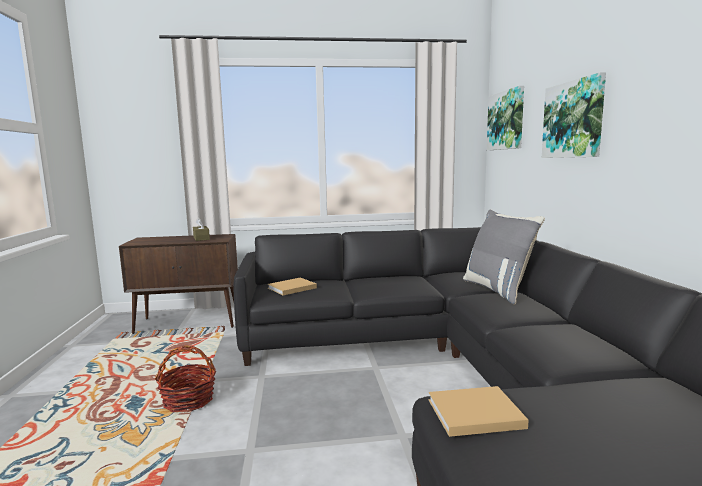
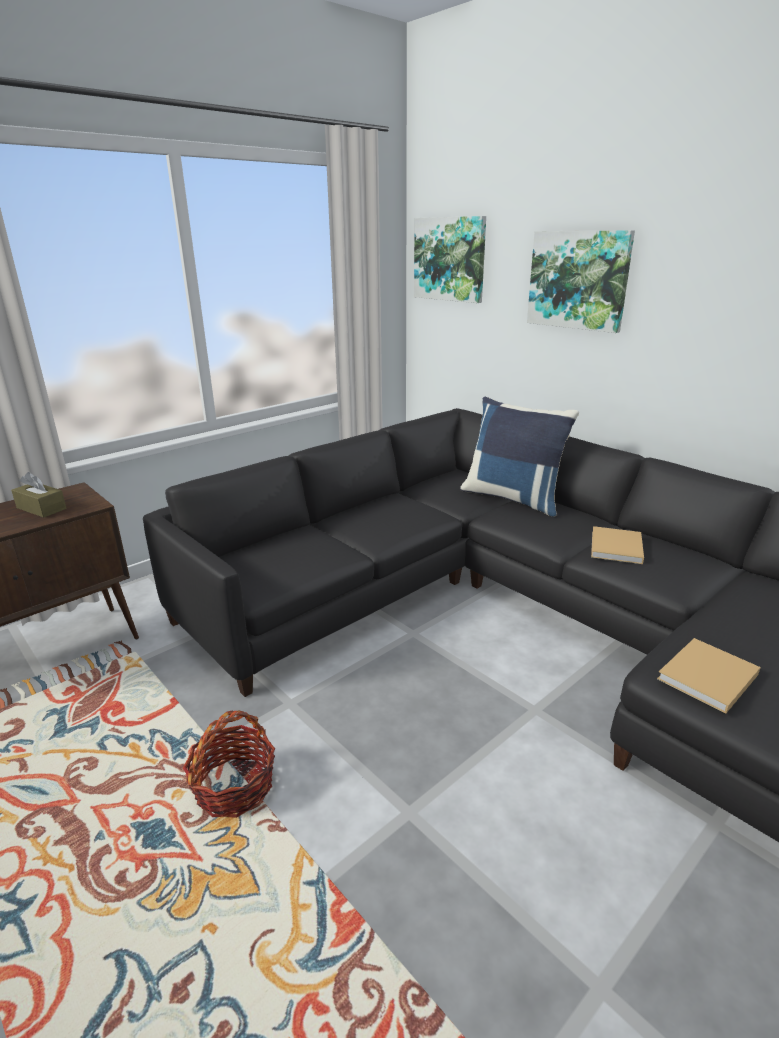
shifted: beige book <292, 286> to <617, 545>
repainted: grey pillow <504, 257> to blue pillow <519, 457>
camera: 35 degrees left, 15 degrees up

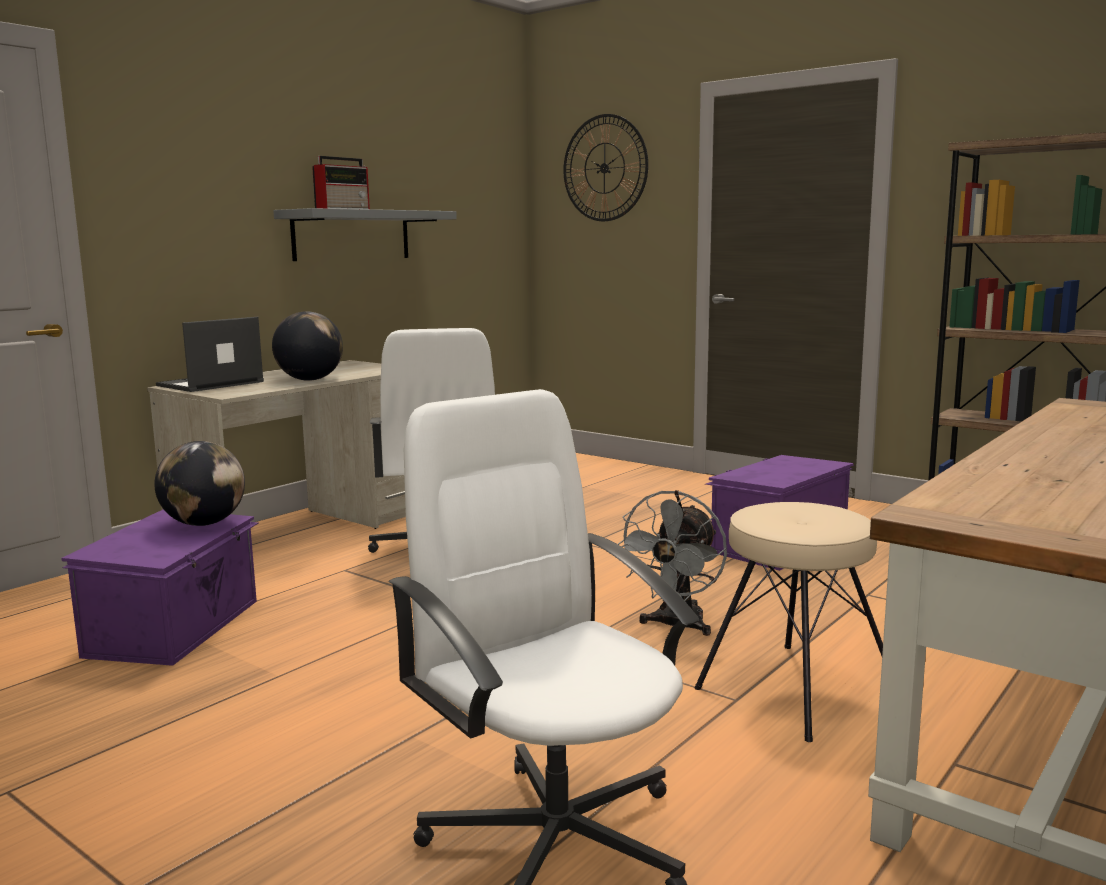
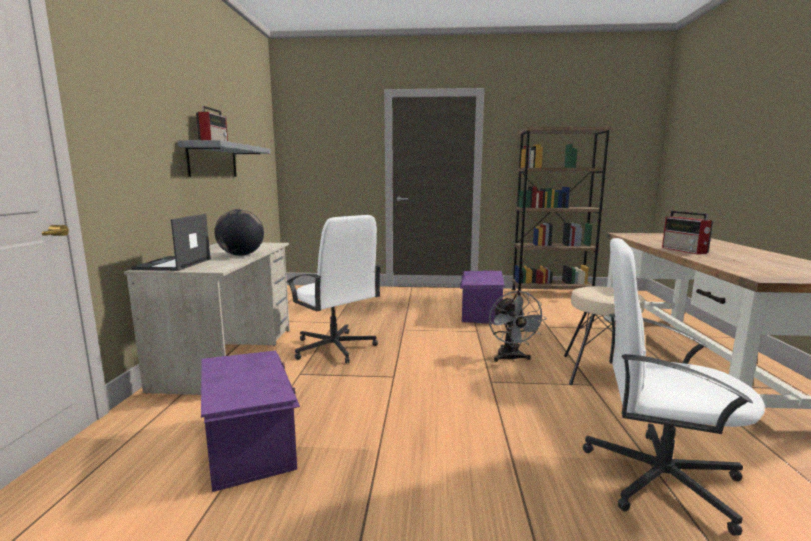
gone: globe <199, 483>; wall clock <605, 167>
new: radio <687, 232>
camera: 35 degrees left, 0 degrees up

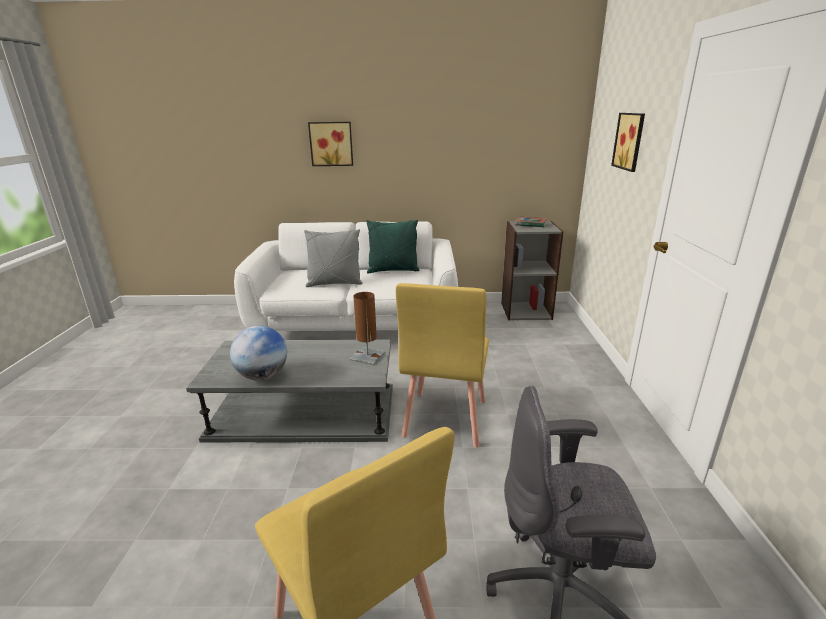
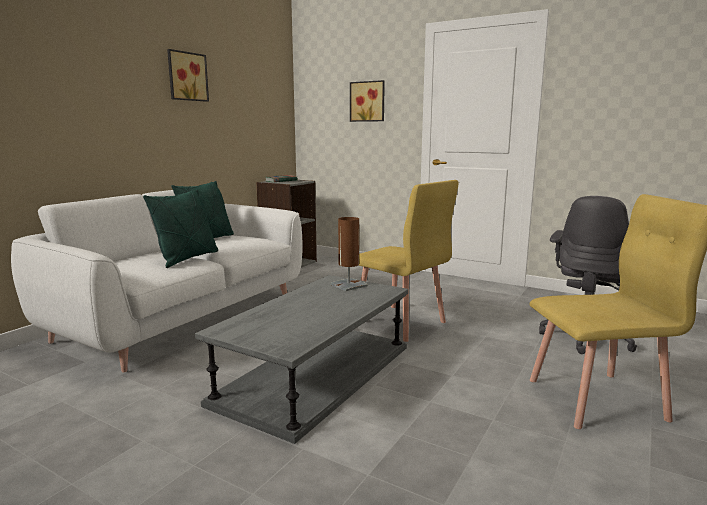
gone: globe <258, 353>
shifted: picture <330, 144> to <188, 75>
repainted: grey pillow <333, 258> to green pillow <180, 228>
camera: 60 degrees left, 10 degrees down

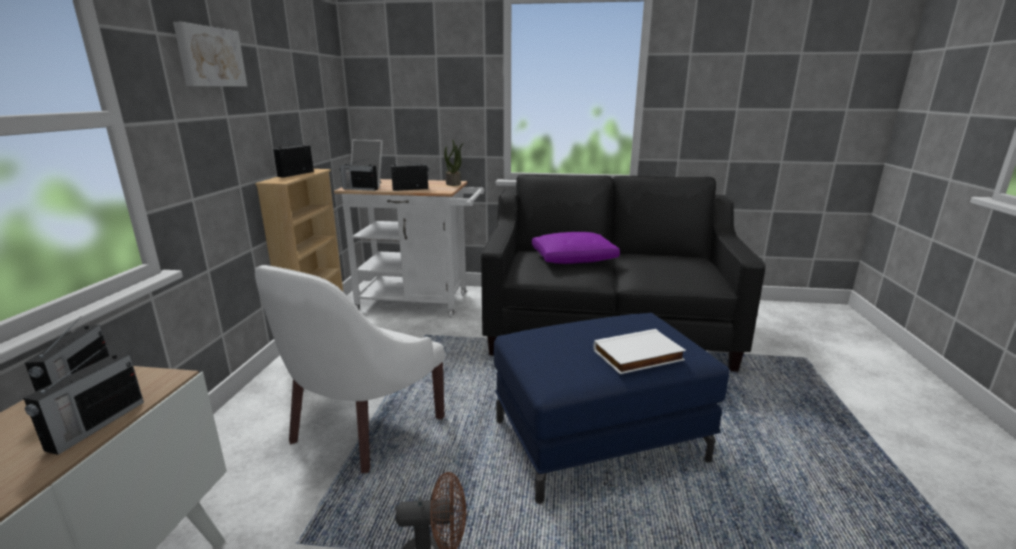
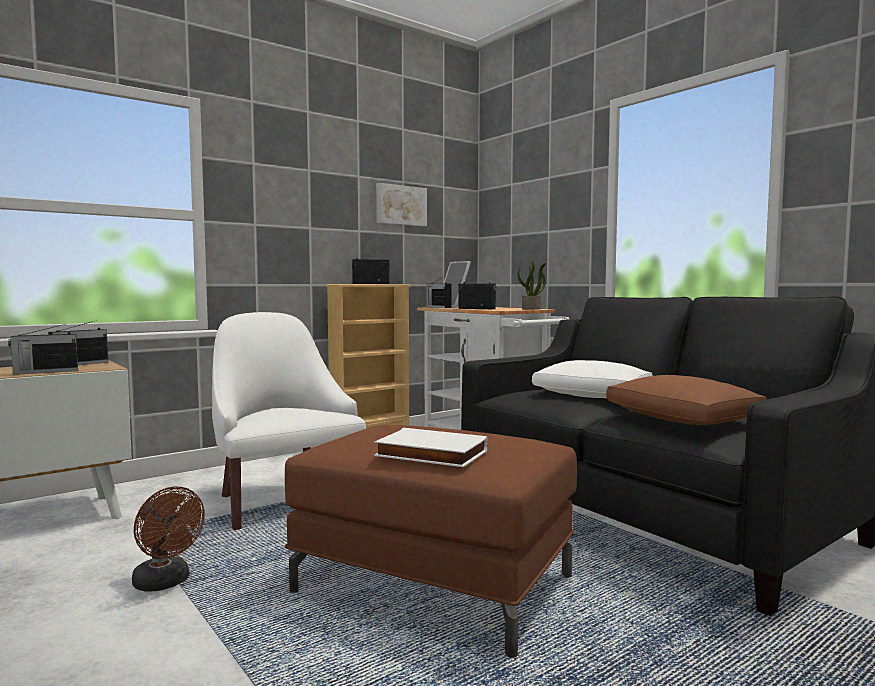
new: brown pillow <686, 400>
shifted: picture <210, 54> to <401, 204>
repainted: blue ottoman <611, 408> to brown ottoman <431, 541>; purple pillow <576, 248> to white pillow <592, 379>
rotated: white armchair <350, 369> = <289, 421> 75 degrees clockwise
camera: 45 degrees right, 15 degrees down

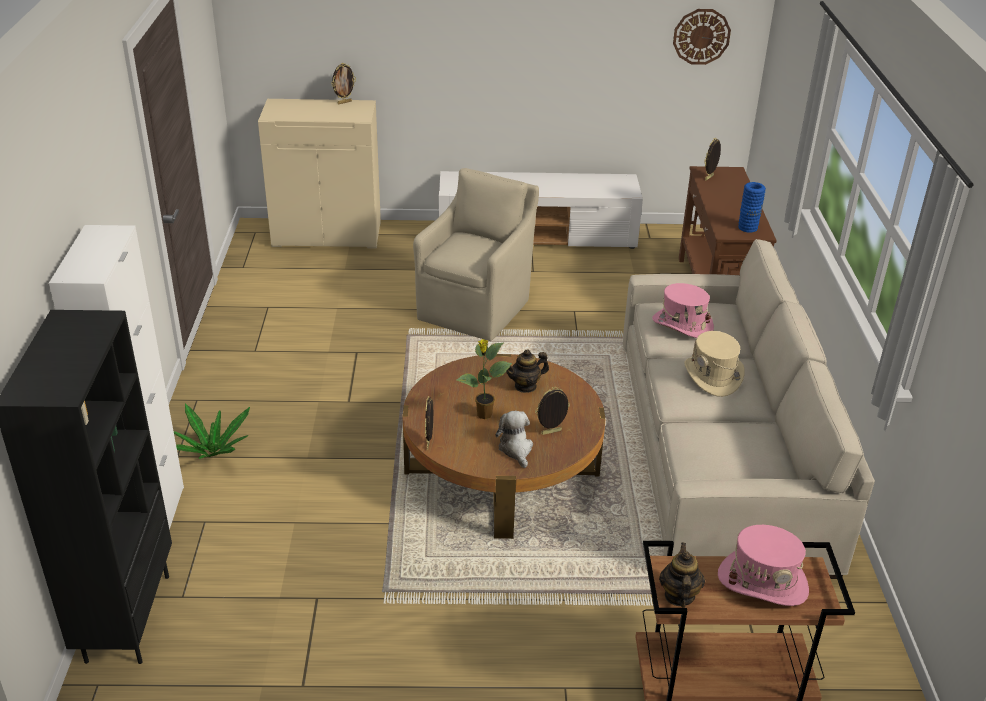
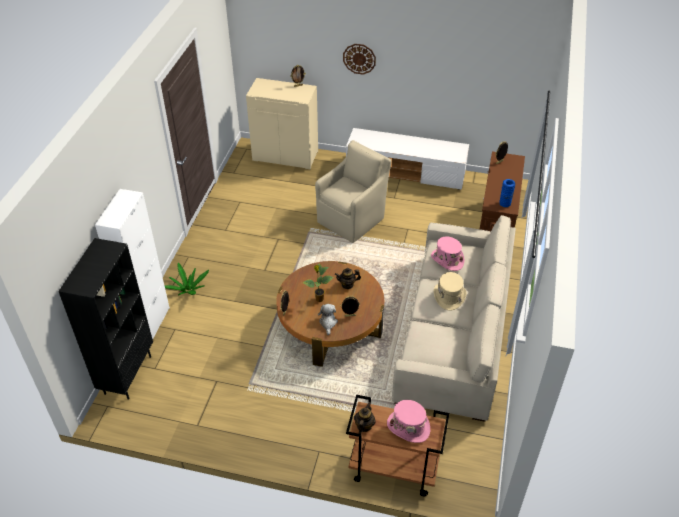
shifted: wall clock <702, 37> to <359, 59>
camera: 15 degrees right, 10 degrees up

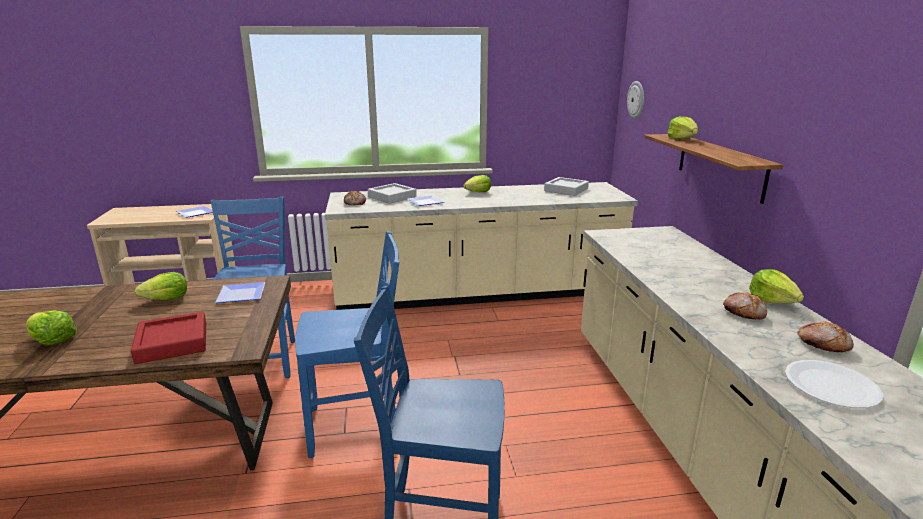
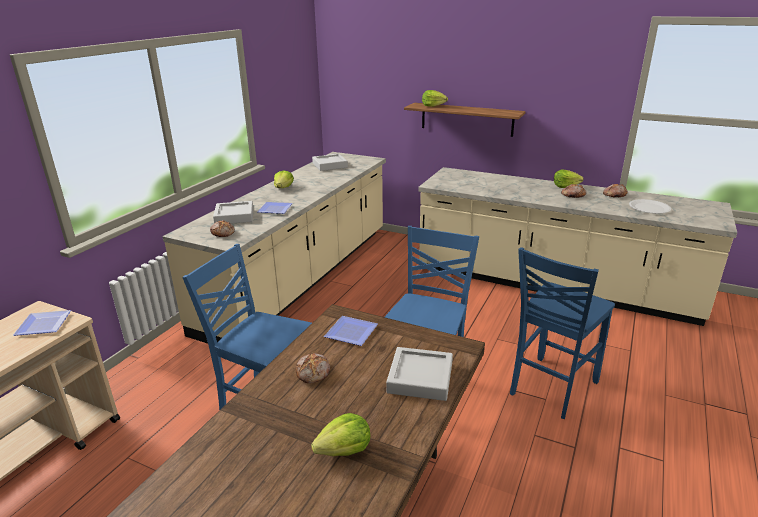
gone: wall clock <635, 100>
swapped: lettuce <160, 286> to bread <313, 368>
repainted: red tray <168, 337> to grey tray <419, 374>
camera: 55 degrees left, 5 degrees up

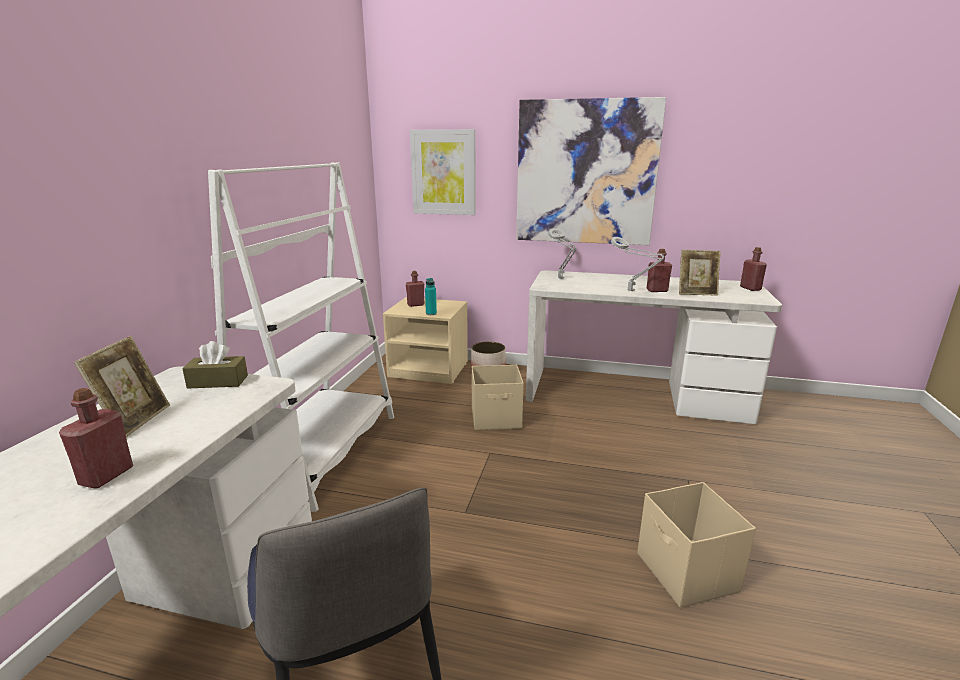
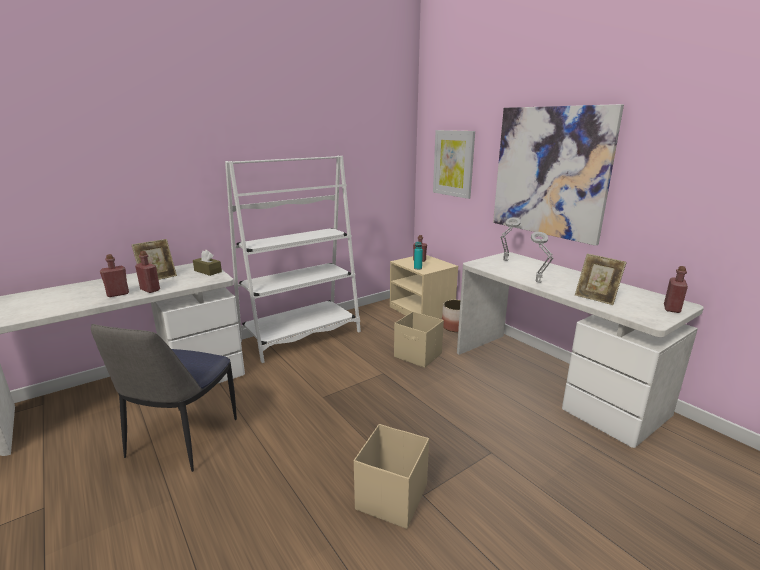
shifted: red bottle <659, 270> to <147, 272>
camera: 40 degrees right, 0 degrees up

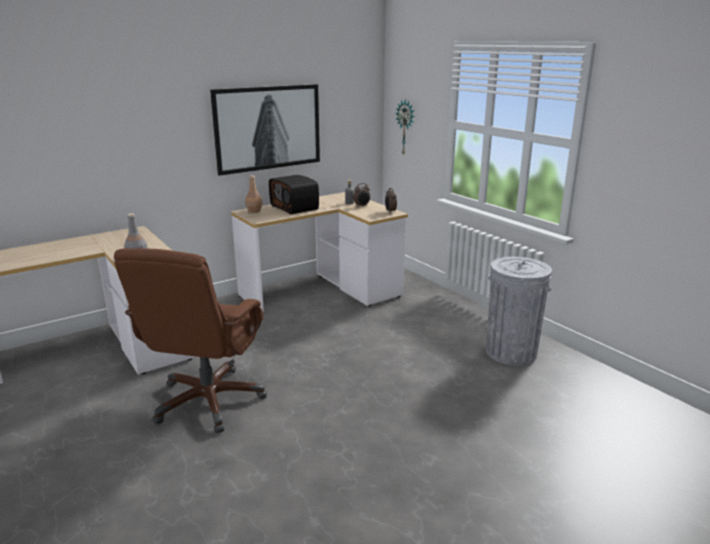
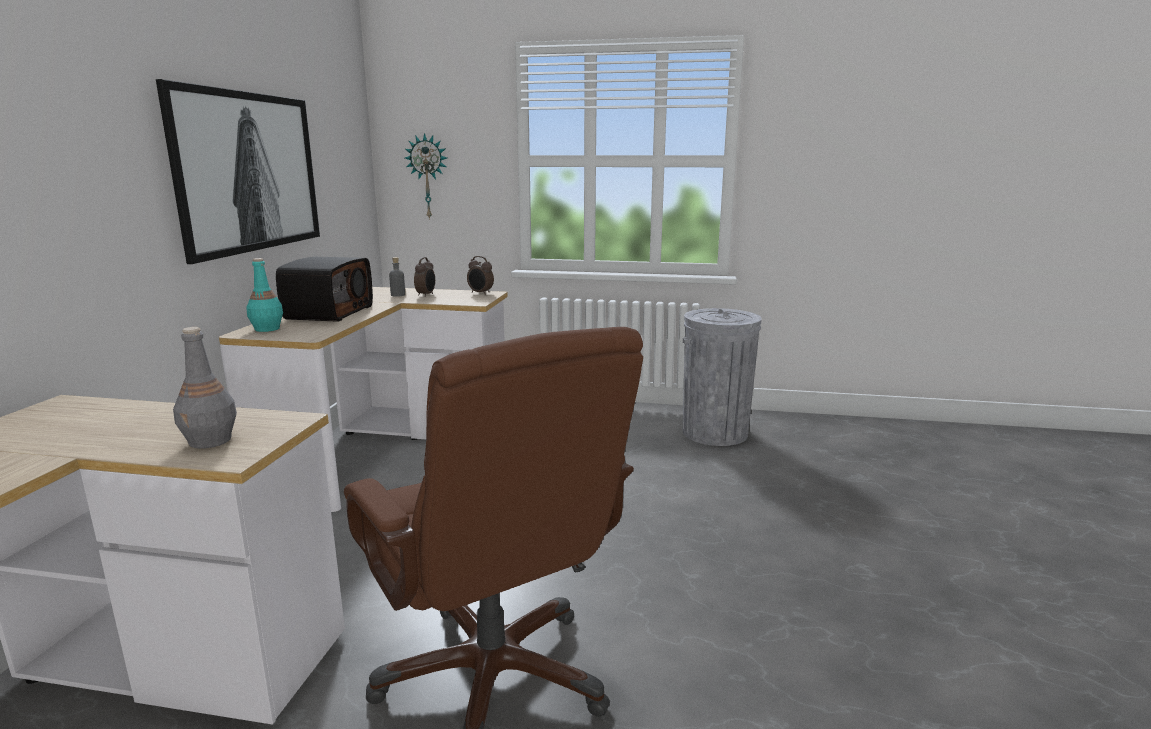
repainted: brown bottle <253, 194> to turquoise bottle <264, 295>
rotated: radio <294, 195> = <324, 289> 90 degrees counterclockwise
camera: 45 degrees left, 5 degrees down

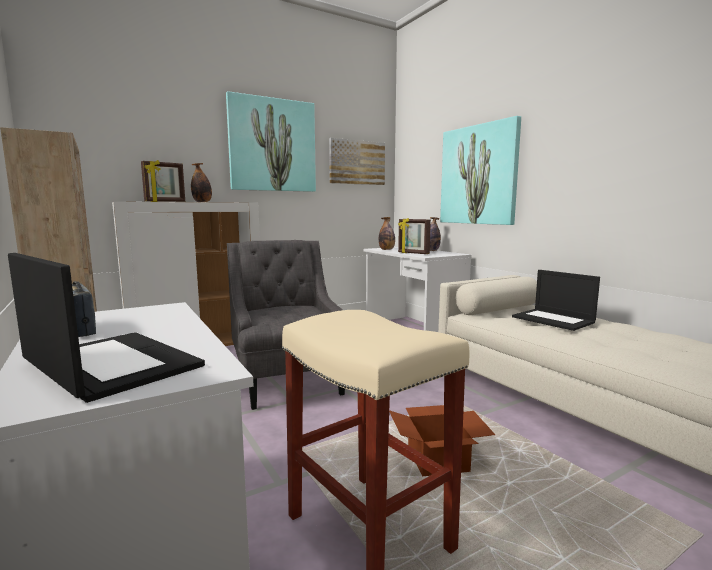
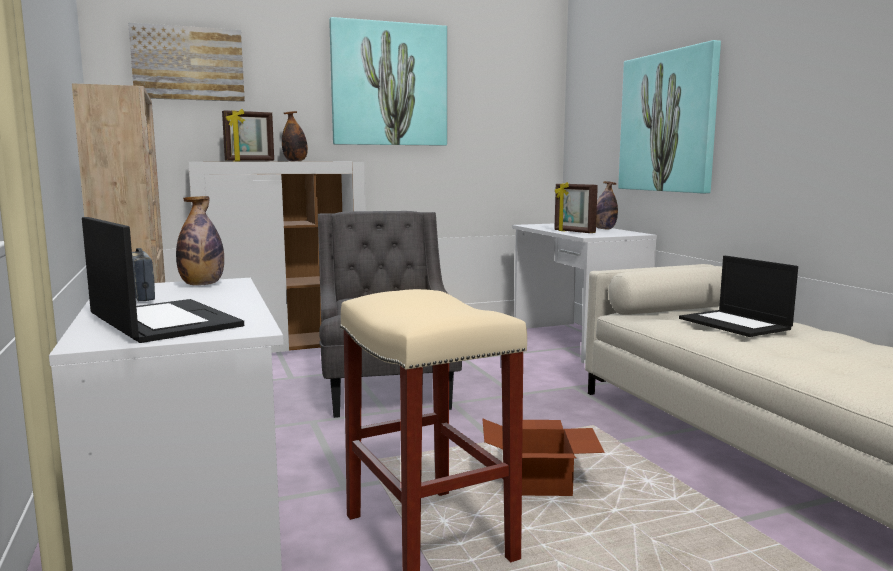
shifted: picture <357, 161> to <186, 62>; bottle <387, 233> to <200, 240>
camera: 10 degrees right, 0 degrees up

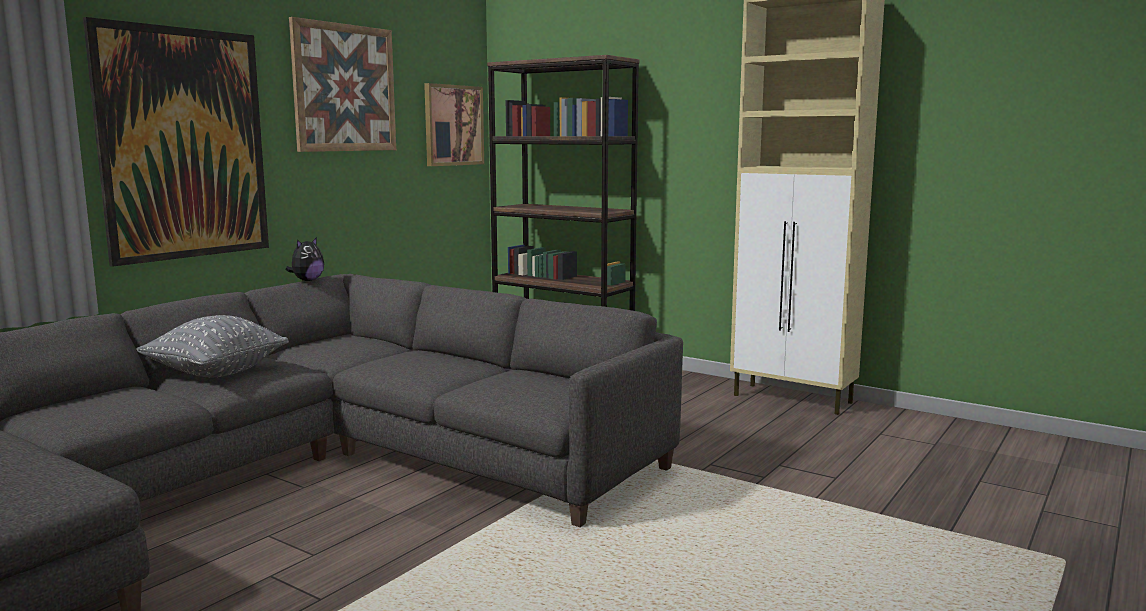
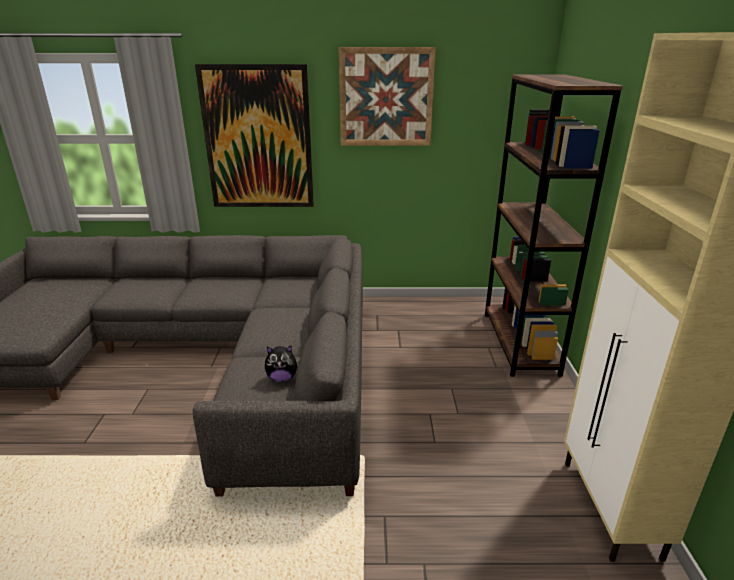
gone: grey pillow <212, 346>; picture <454, 124>
shifted: plush toy <305, 259> to <282, 364>
camera: 55 degrees right, 15 degrees up

